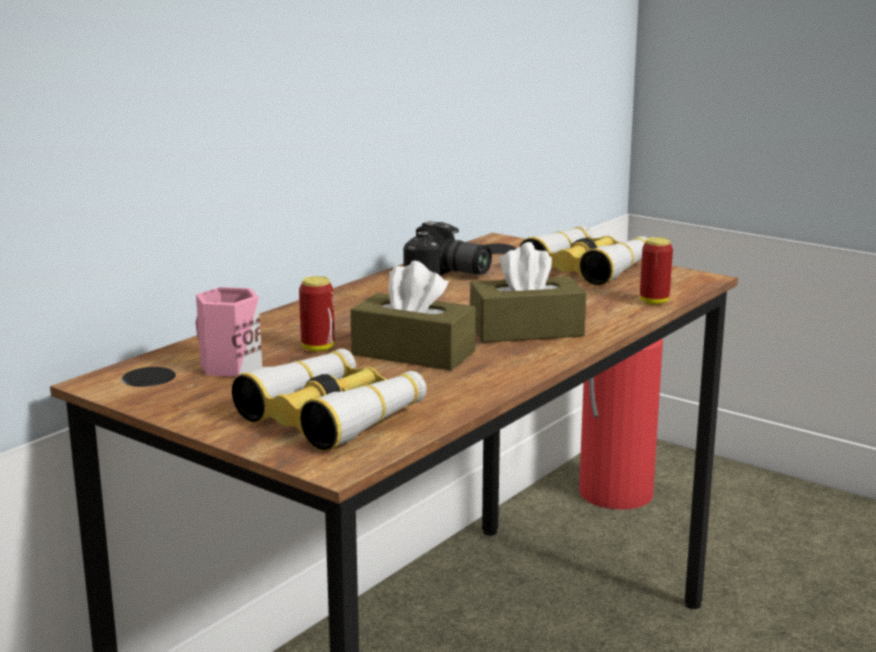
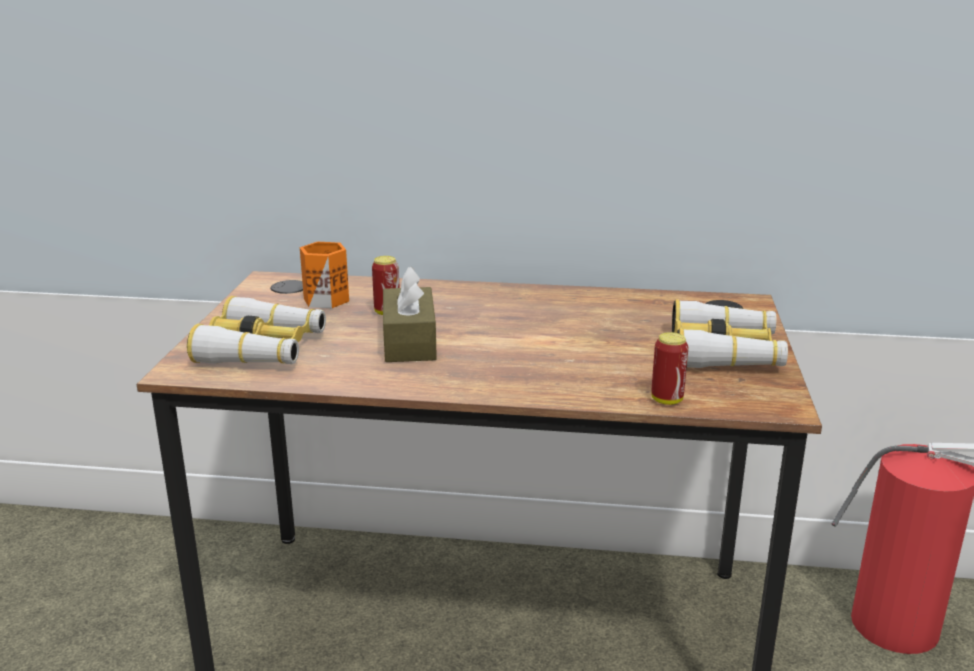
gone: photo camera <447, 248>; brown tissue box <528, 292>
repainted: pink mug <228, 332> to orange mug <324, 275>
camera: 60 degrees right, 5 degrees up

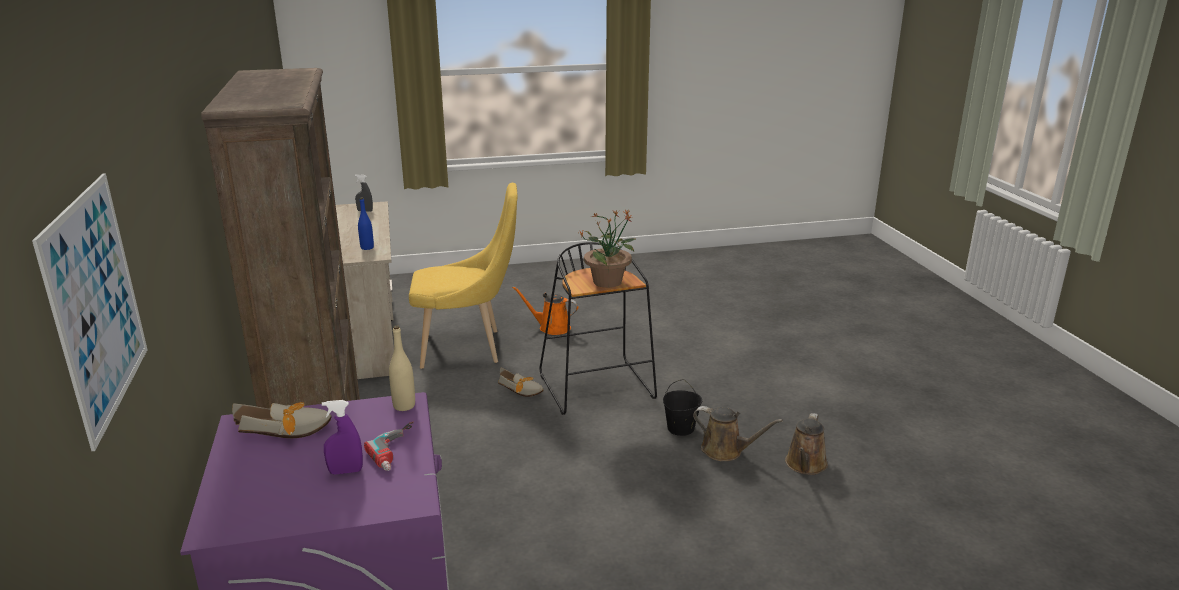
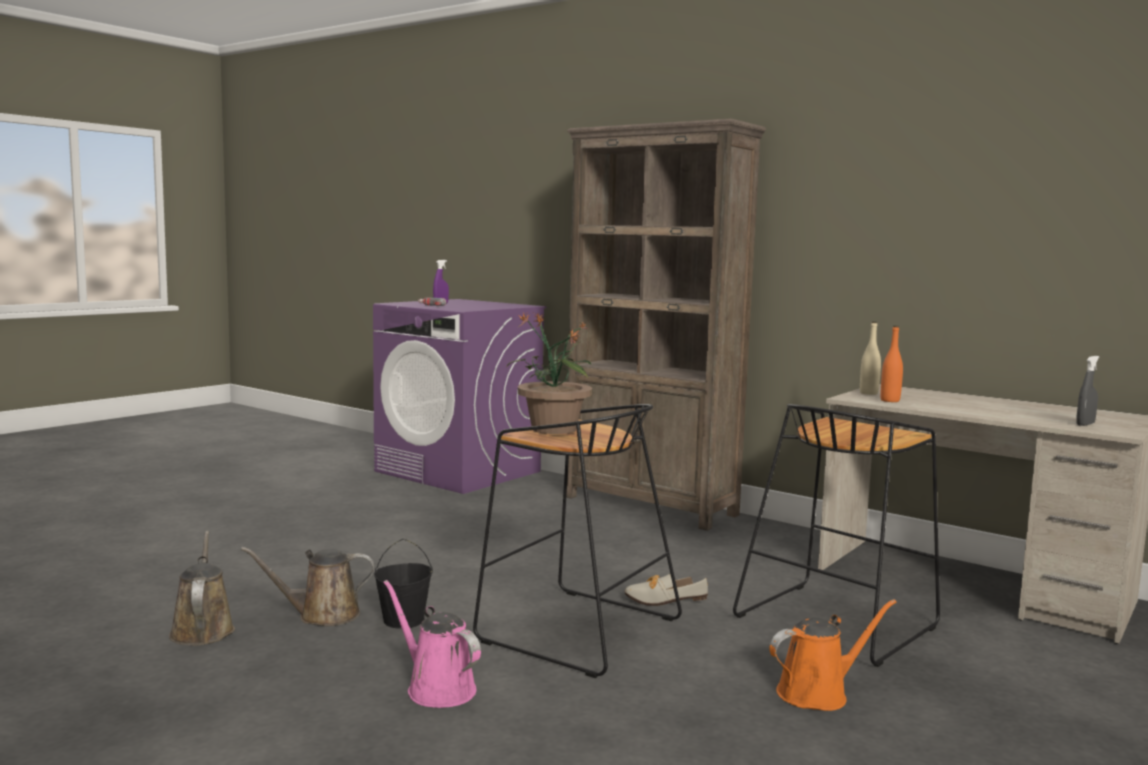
gone: picture <90, 312>; shoe <282, 420>
new: pink watering can <432, 644>
shifted: beige bottle <402, 368> to <870, 358>
swapped: yellow chair <463, 276> to black stool <836, 535>
repainted: blue bottle <366, 223> to orange bottle <891, 364>
camera: 140 degrees right, 15 degrees down

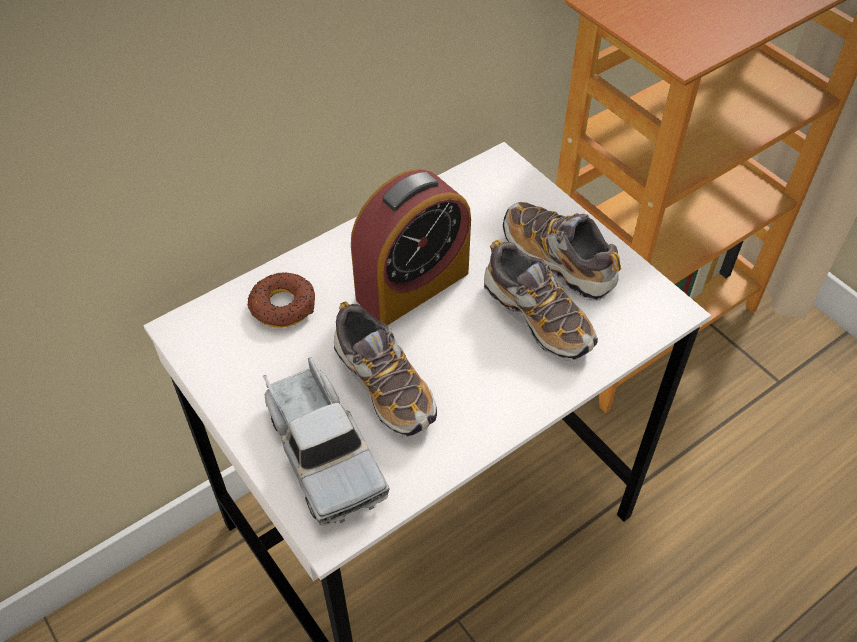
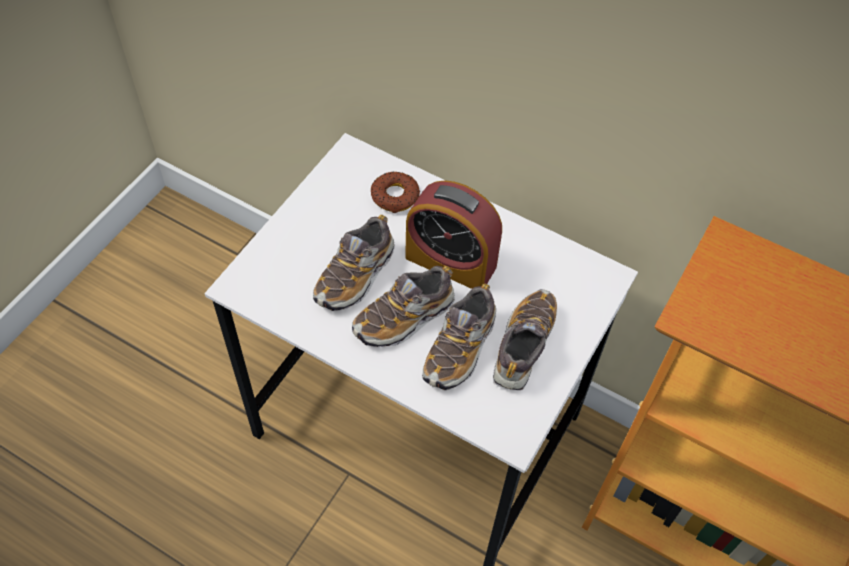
gone: toy truck <326, 441>
new: shoe <403, 306>
camera: 65 degrees right, 5 degrees up

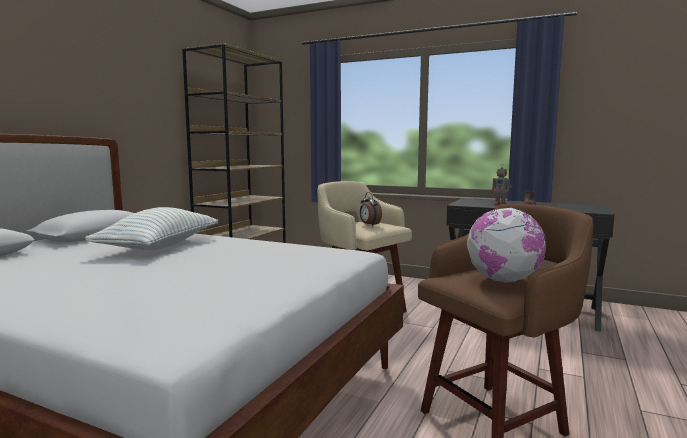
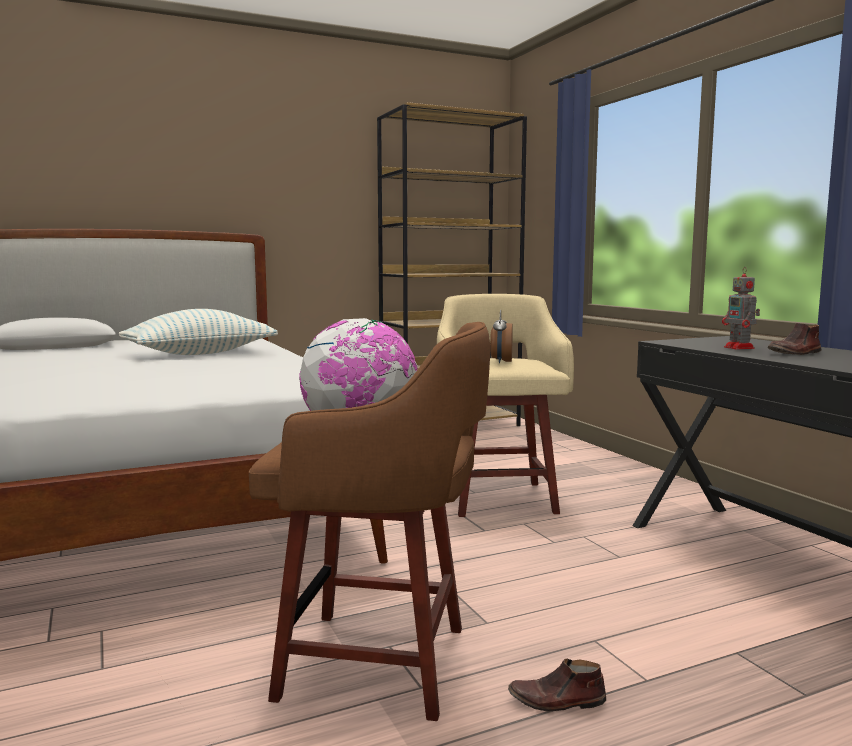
new: brown shoe <557, 685>
camera: 40 degrees right, 0 degrees up

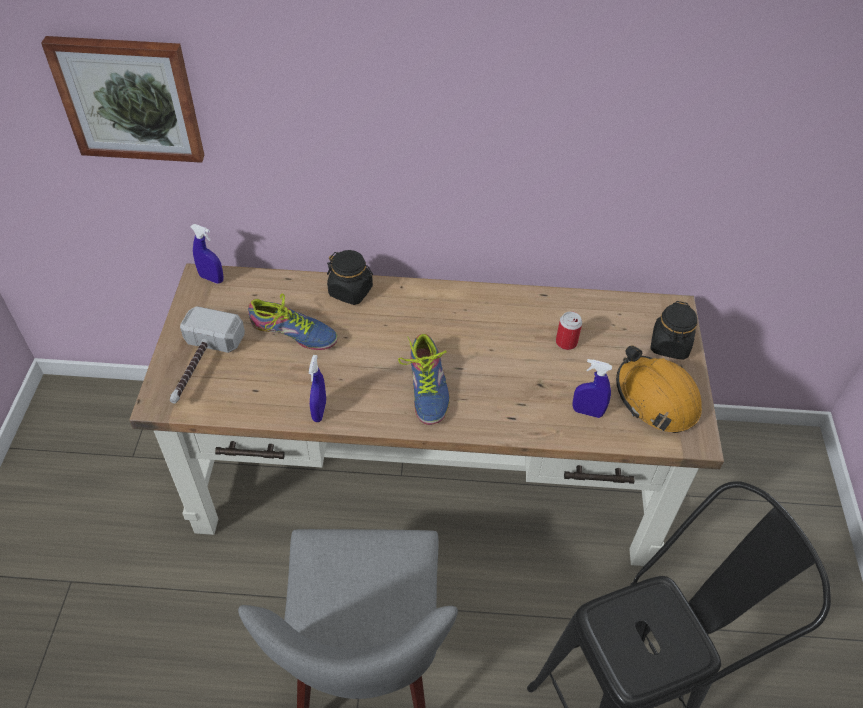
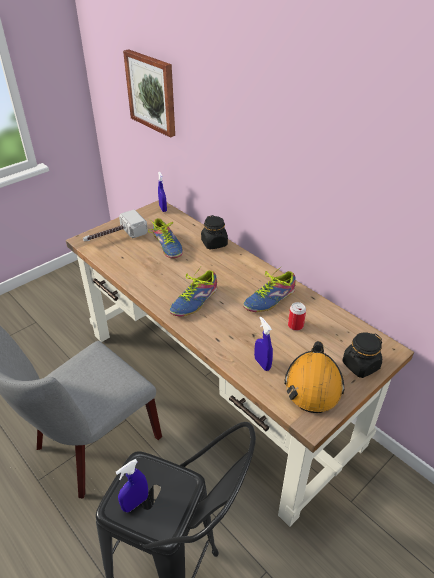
new: shoe <269, 289>
shifted: blue spray bottle <317, 388> to <132, 485>
camera: 45 degrees right, 10 degrees down

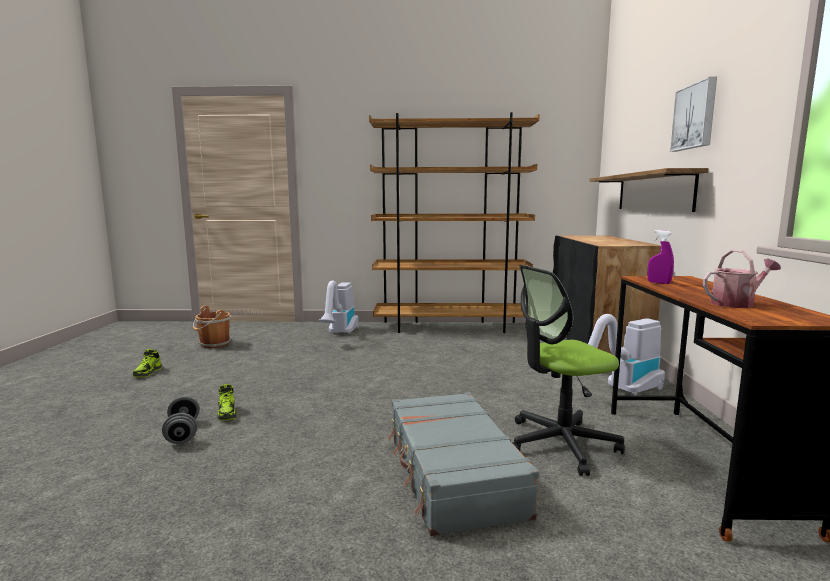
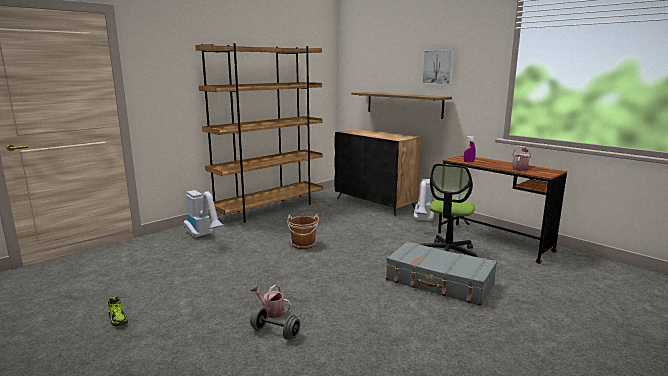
shifted: brown bucket <212, 327> to <303, 231>
swapped: shoe <226, 402> to watering can <271, 301>
camera: 45 degrees left, 5 degrees up

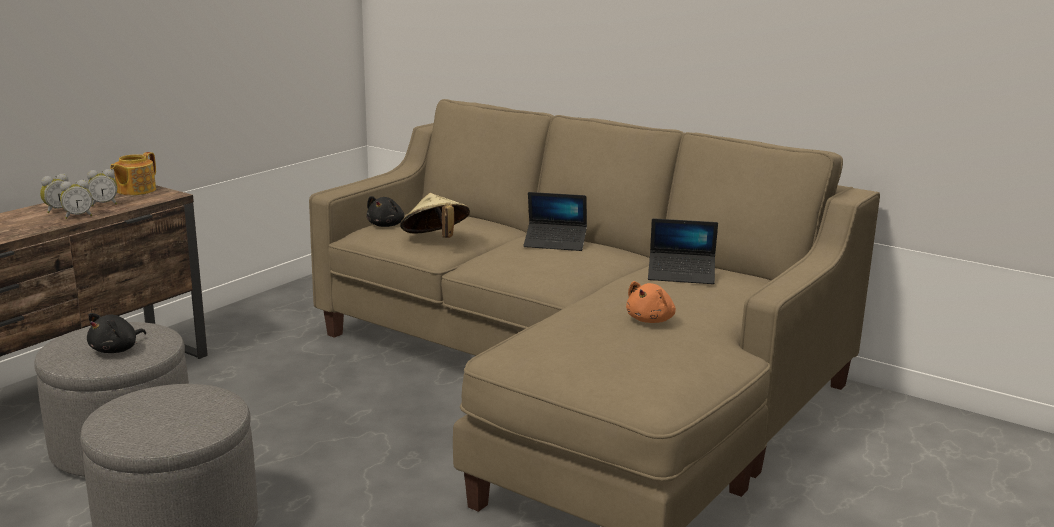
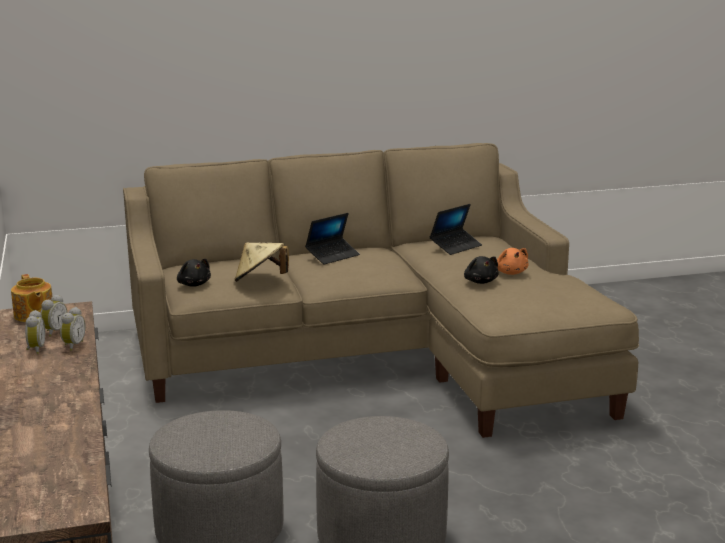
shifted: black plush toy <116, 333> to <481, 270>
camera: 50 degrees left, 0 degrees up

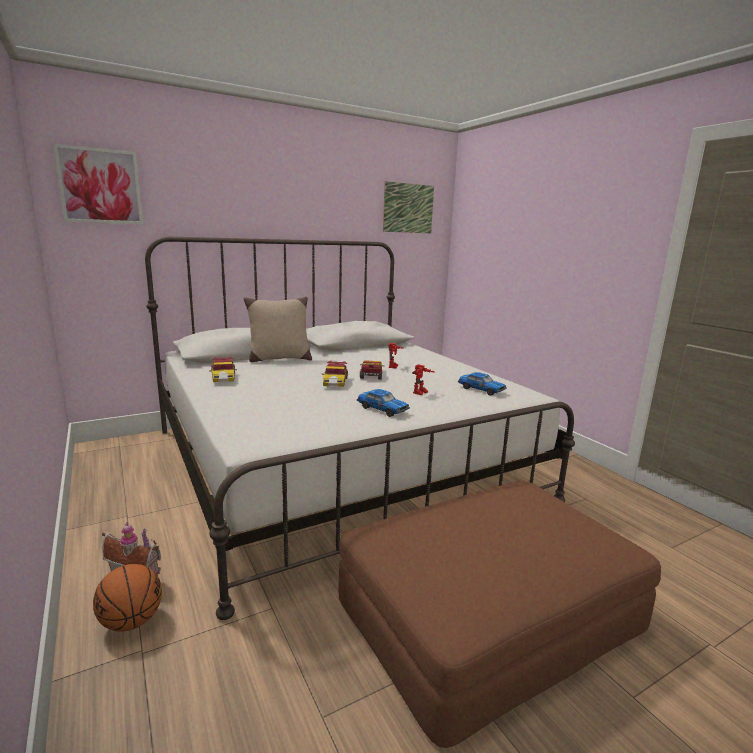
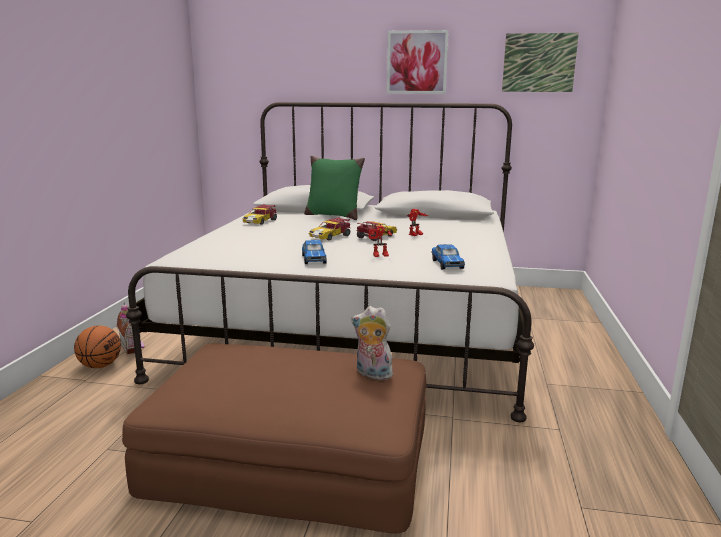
new: plush toy <372, 343>
shifted: picture <98, 184> to <418, 62>
repainted: beige pillow <277, 329> to green pillow <334, 188>
camera: 40 degrees right, 0 degrees up

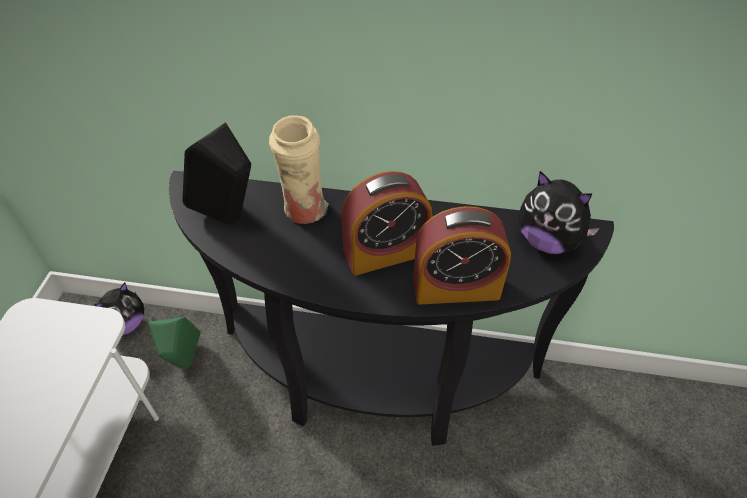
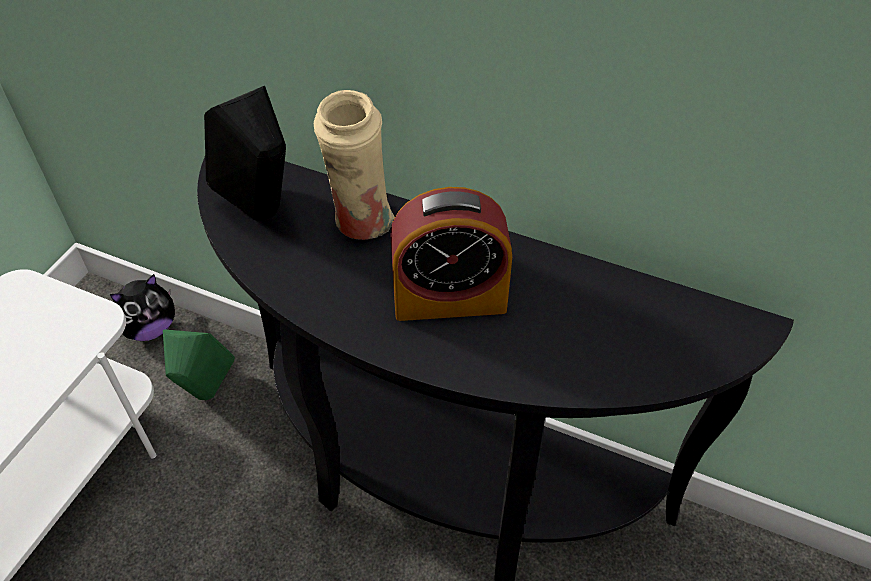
gone: alarm clock <462, 255>; plush toy <559, 212>
camera: 15 degrees right, 0 degrees up

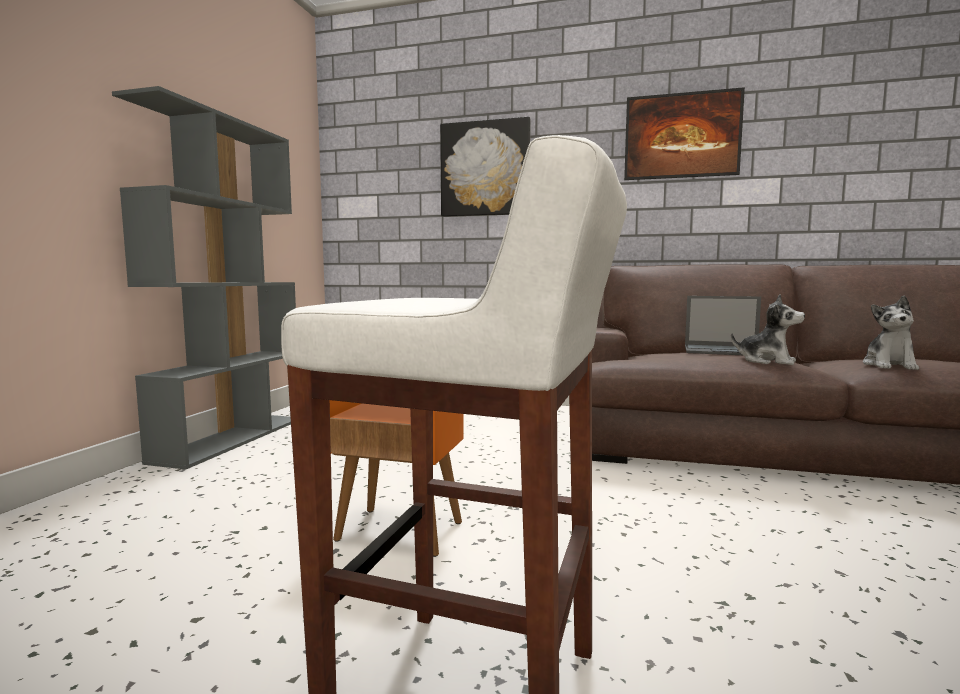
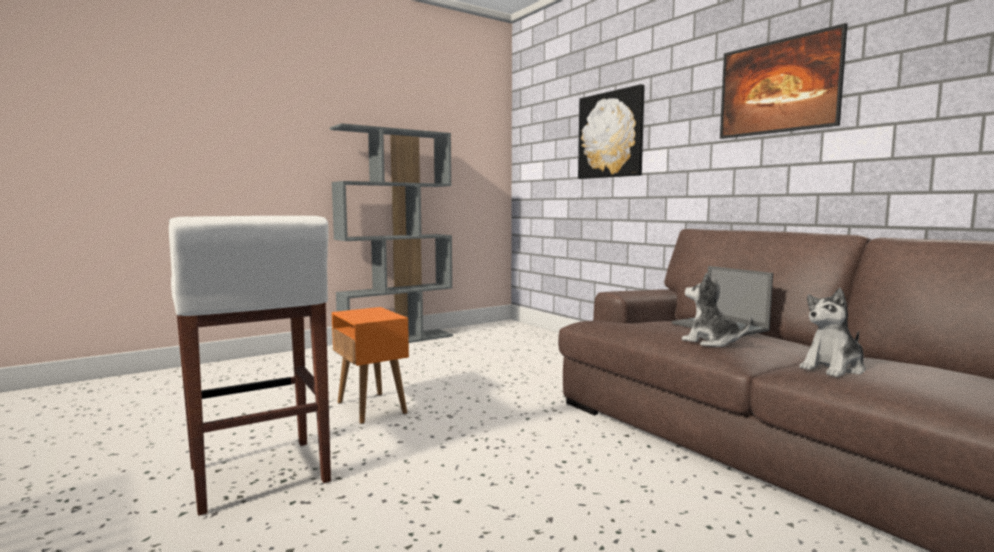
rotated: plush toy <768, 329> = <716, 310> 150 degrees clockwise
camera: 40 degrees right, 0 degrees up

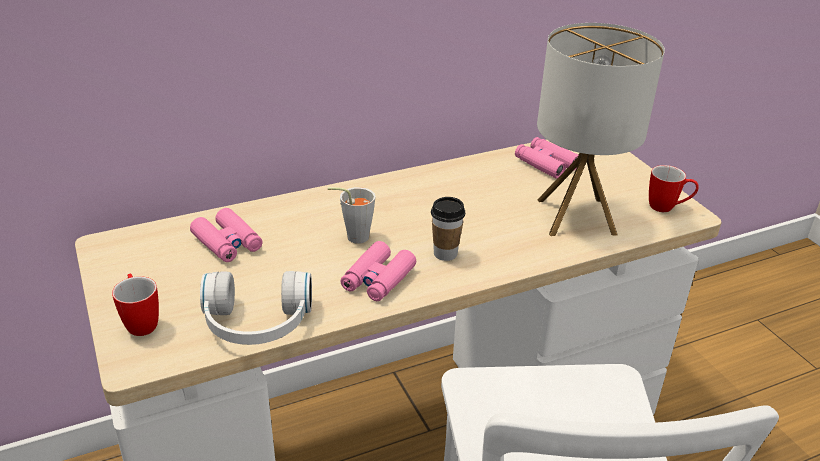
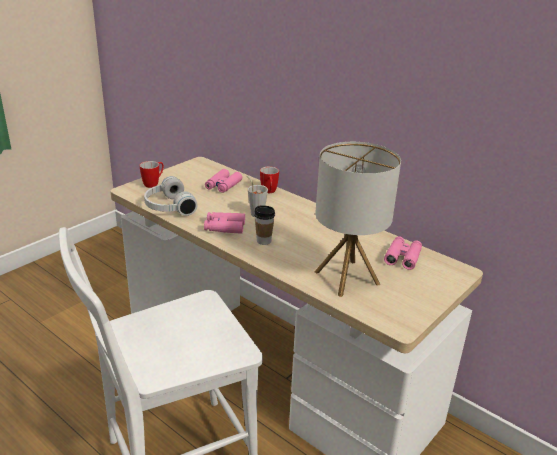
shifted: mug <674, 188> to <269, 179>
camera: 65 degrees right, 5 degrees down

